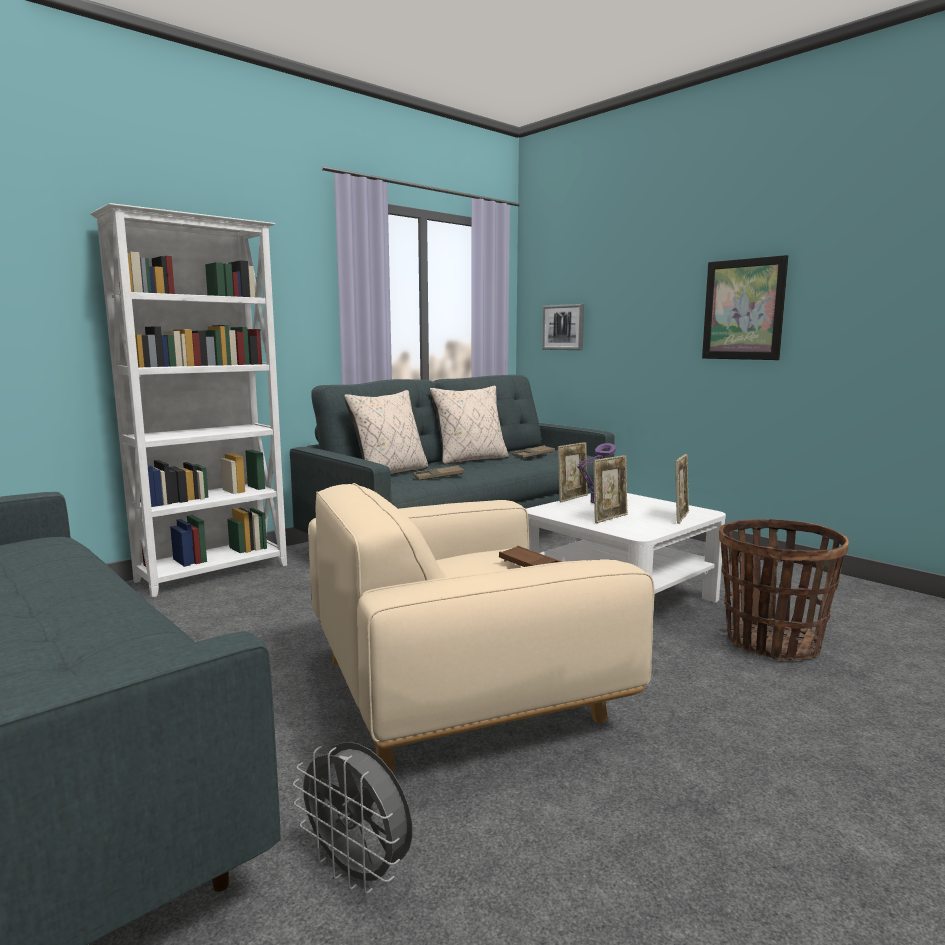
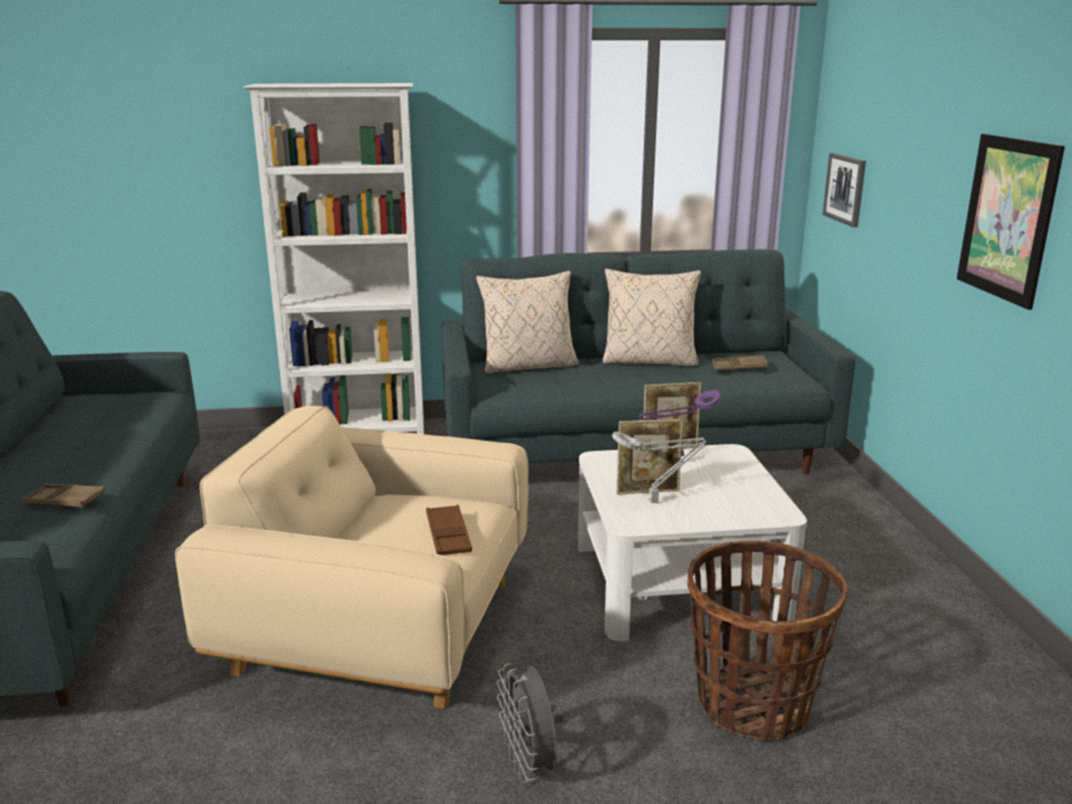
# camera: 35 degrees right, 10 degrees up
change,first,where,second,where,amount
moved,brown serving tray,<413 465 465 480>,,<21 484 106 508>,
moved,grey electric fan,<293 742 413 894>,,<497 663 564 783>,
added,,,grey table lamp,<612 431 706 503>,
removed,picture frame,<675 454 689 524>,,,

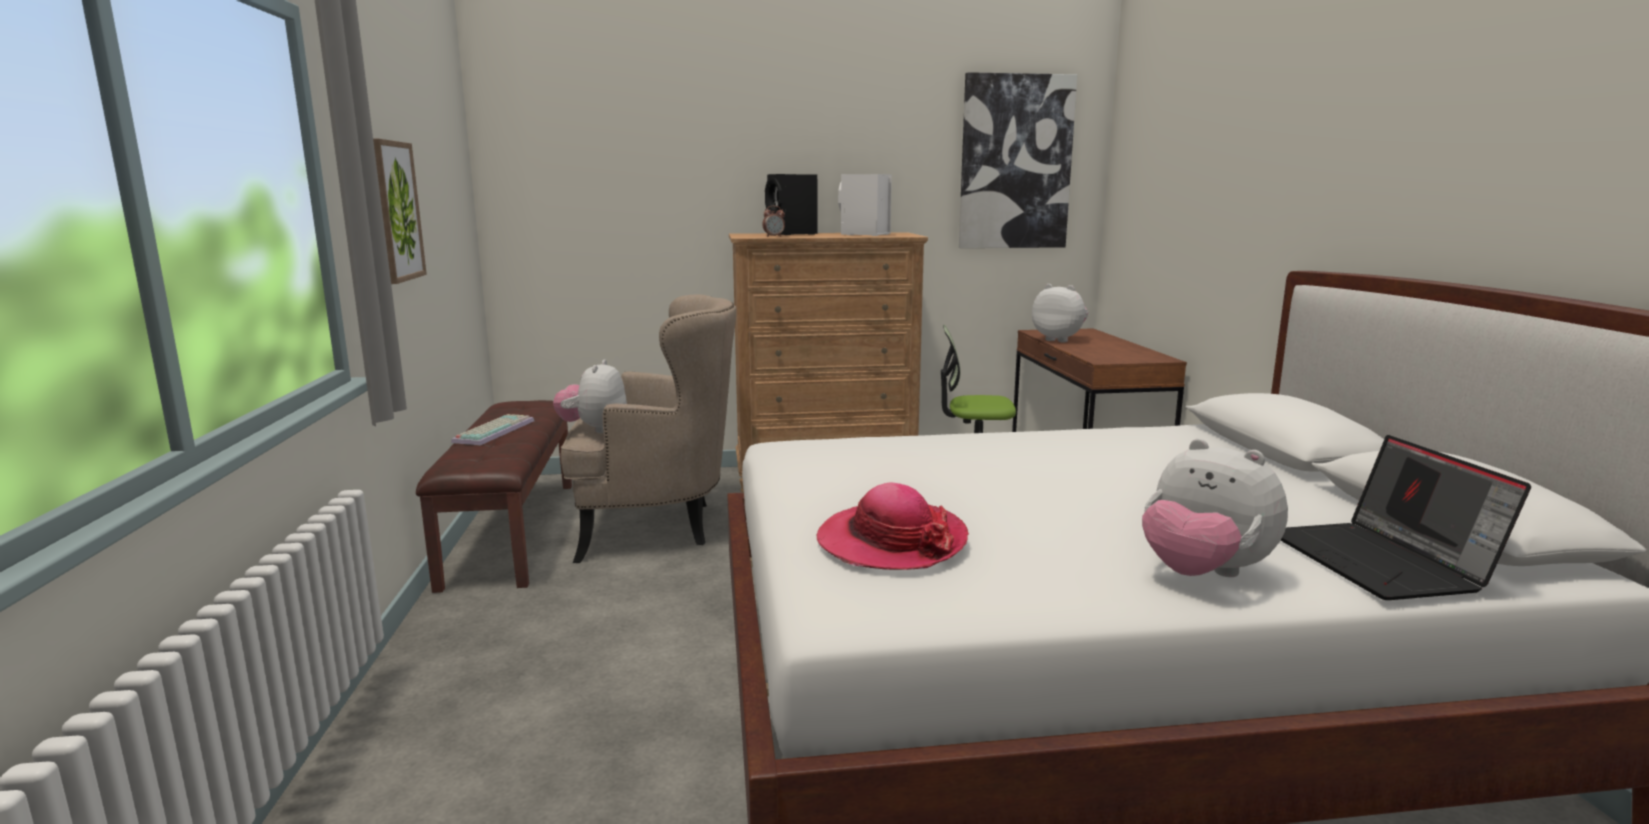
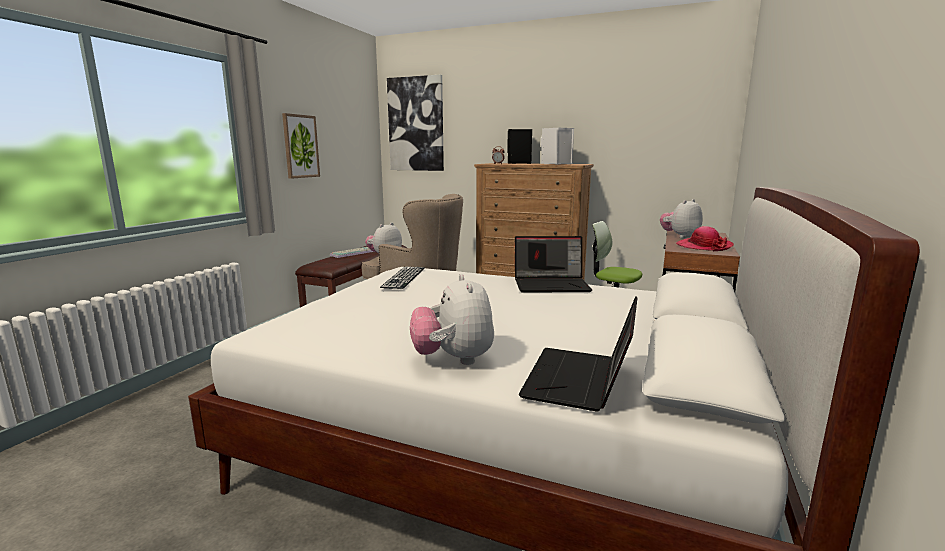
# camera: 30 degrees right, 0 degrees up
change,first,where,second,where,amount
added,,,keyboard,<380 267 425 289>,
moved,picture,<959 72 1077 248>,,<387 75 444 171>,
added,,,portable computer,<515 236 592 292>,
turned,soft toy,<1032 284 1088 342>,,<660 199 703 238>,105 degrees counterclockwise
moved,clothing hat,<817 483 969 570>,,<676 226 734 251>,

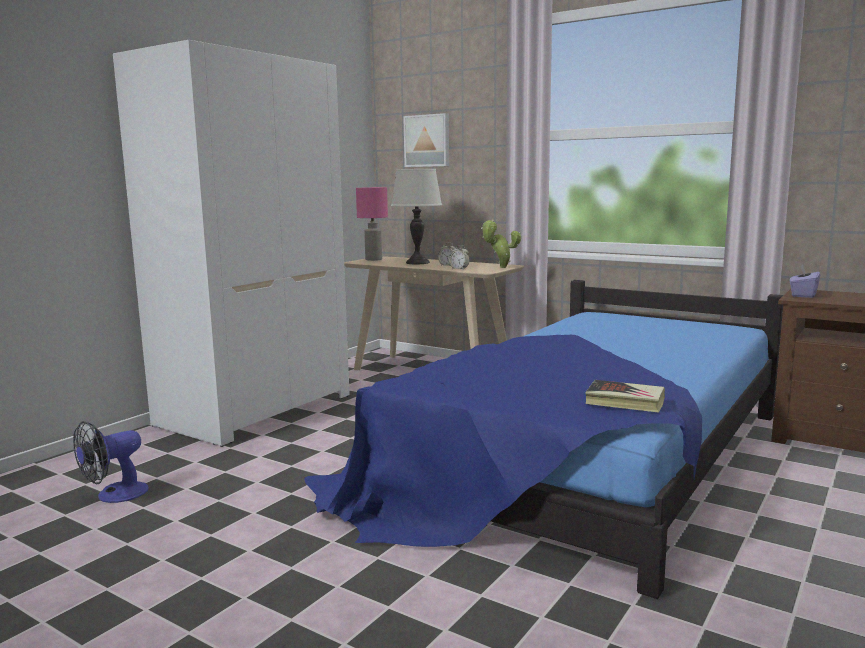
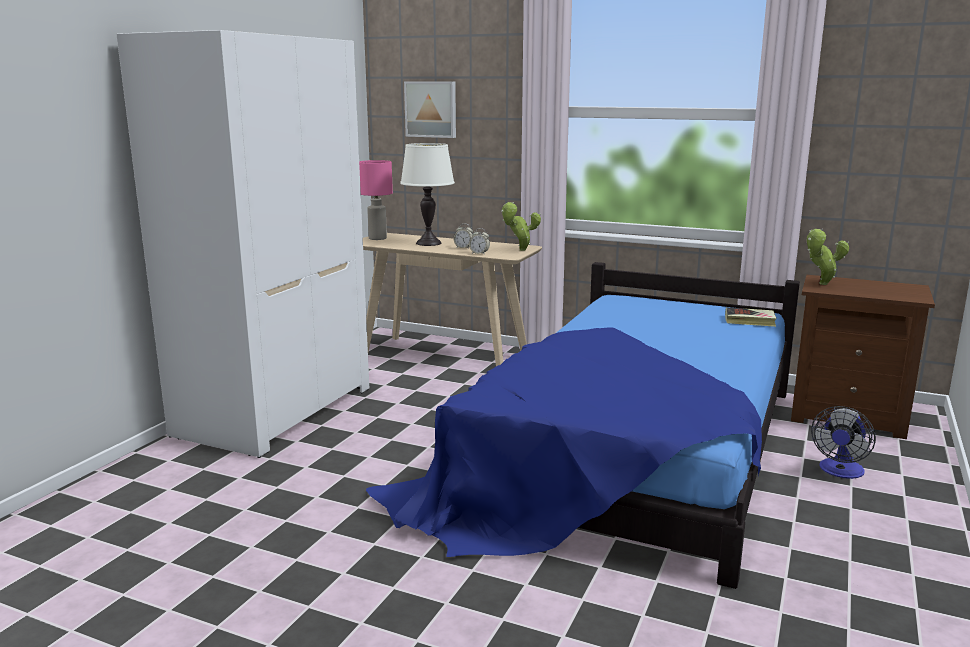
# camera: 10 degrees left, 5 degrees up
change,first,where,second,where,amount
moved,book,<585 380 665 413>,,<725 307 777 327>,
replaced,purple-coloured box of tissues,<790 264 820 298>,potted plant,<807 229 849 285>,
moved,electric fan,<73 421 149 503>,,<811 406 876 479>,

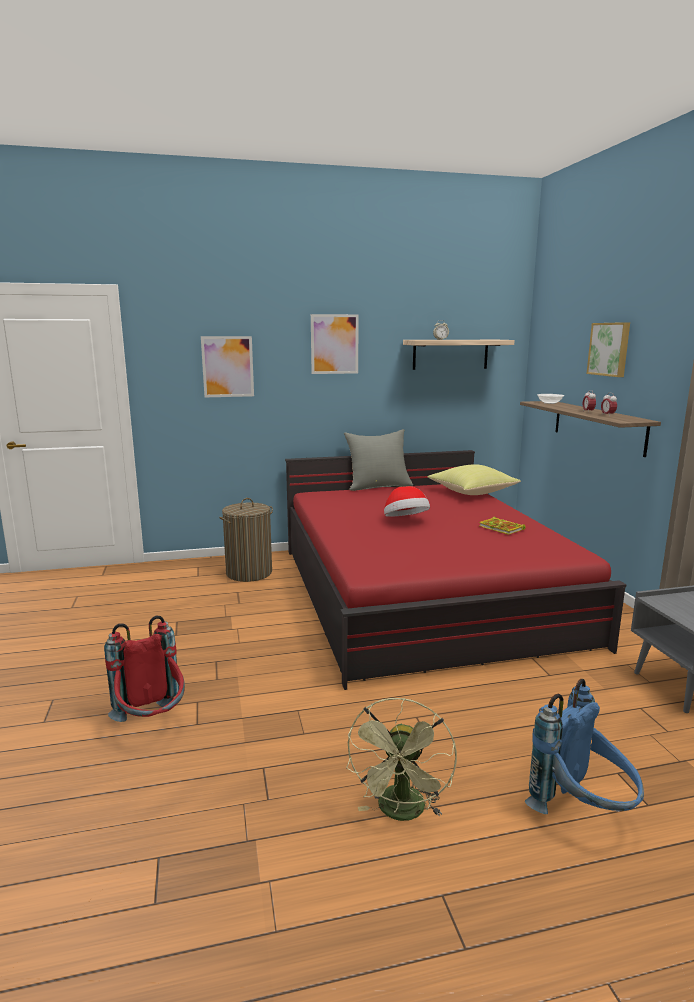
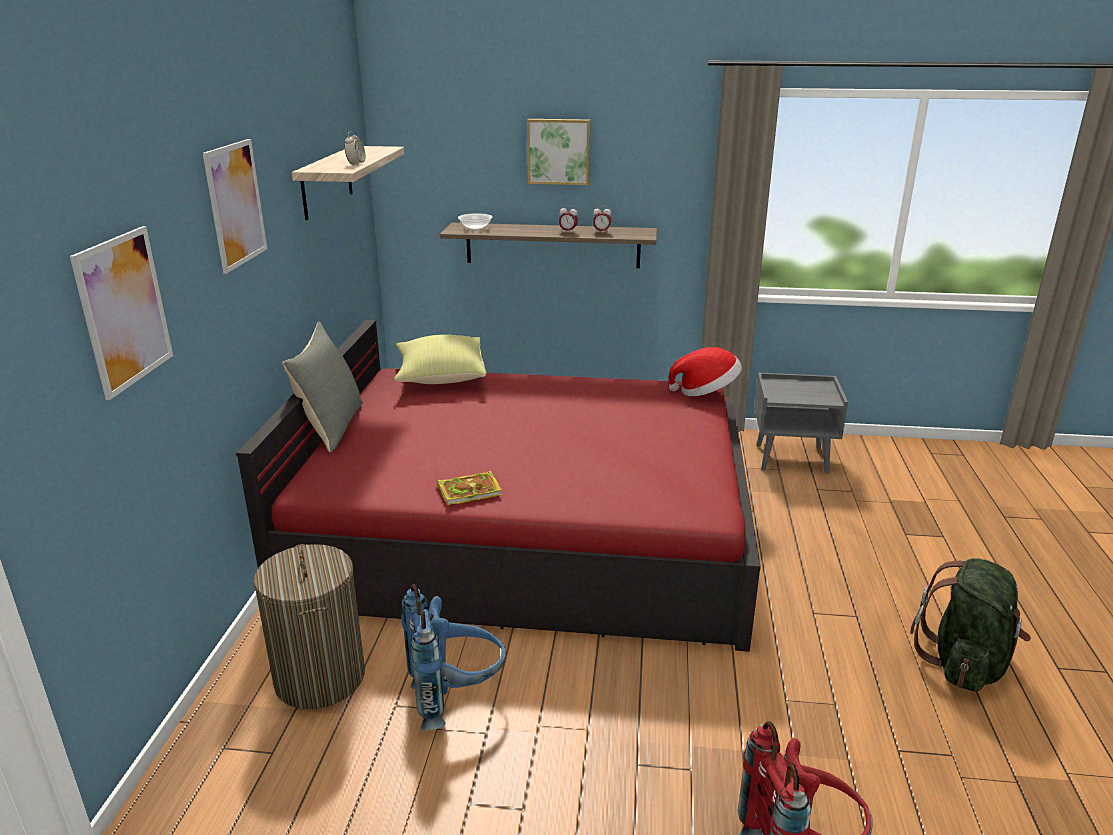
# camera: 70 degrees left, 10 degrees up
change,first,where,second,where,amount
moved,blue-coloured knapsack,<525 679 644 814>,,<401 584 506 730>,
moved,book,<479 517 526 535>,,<437 470 502 505>,
moved,clothing hat,<384 486 430 517>,,<669 347 742 396>,
replaced,green electric fan,<346 698 457 821>,green knapsack,<910 558 1031 691>,

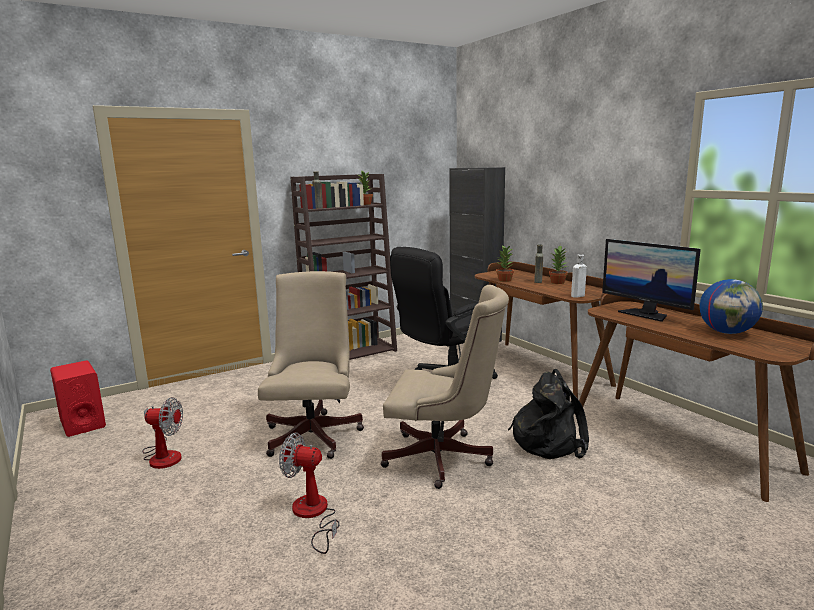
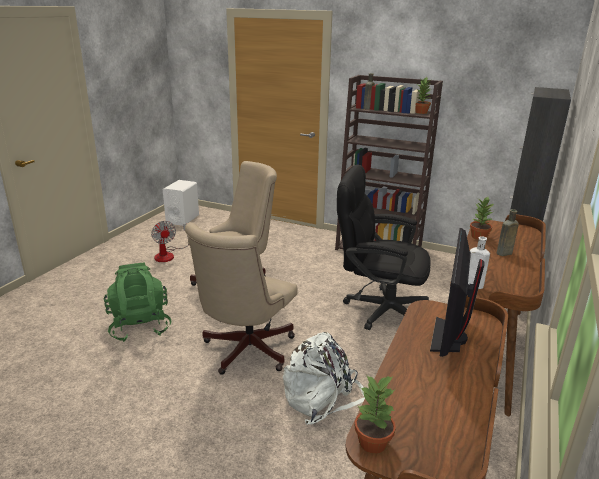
# camera: 55 degrees right, 10 degrees up
change,first,where,second,where,amount
replaced,electric fan,<279 433 340 554>,green knapsack,<104 263 172 342>,
recoloured,reddish audio speaker,<50 360 106 437>,white audio speaker,<163 180 199 226>,
turned,beige-coloured desk chair,<381 285 509 489>,,<185 222 298 375>,45 degrees clockwise
recoloured,blackish knapsack,<508 369 589 459>,white knapsack,<283 332 365 425>,
moved,potted plant,<549 245 568 284>,,<355 376 396 454>,
removed,globe,<699 279 763 334>,,,

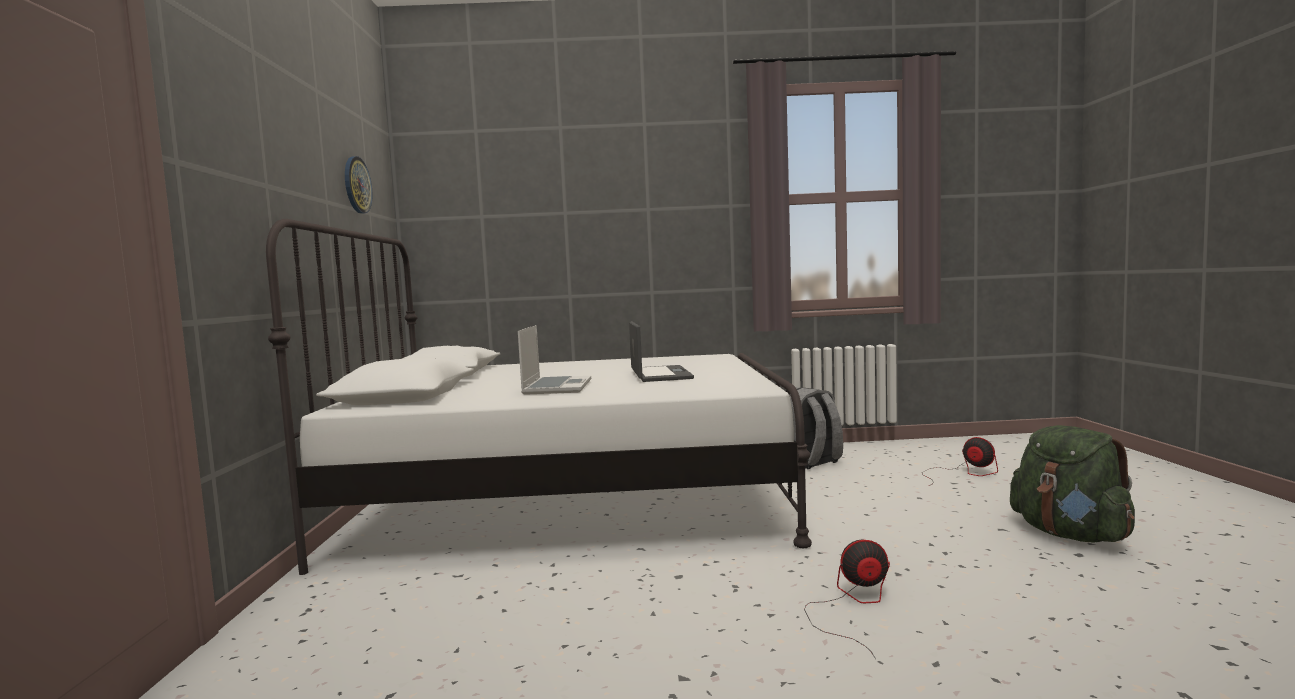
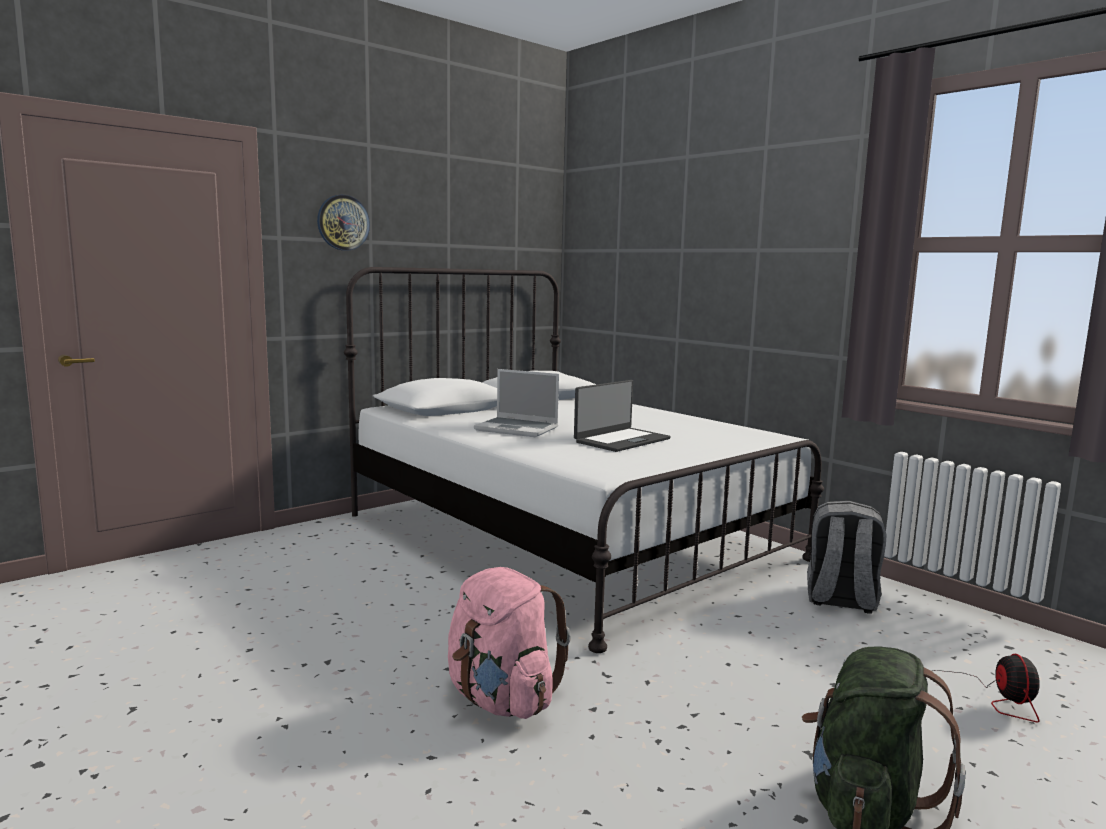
# camera: 50 degrees right, 5 degrees up
change,first,where,second,where,amount
moved,clock on the wall,<345 156 373 214>,,<317 195 370 251>,
replaced,electric fan,<804 539 890 659>,pinkish knapsack,<448 567 571 719>,
turned,portable computer,<518 325 591 395>,,<474 369 559 437>,60 degrees clockwise

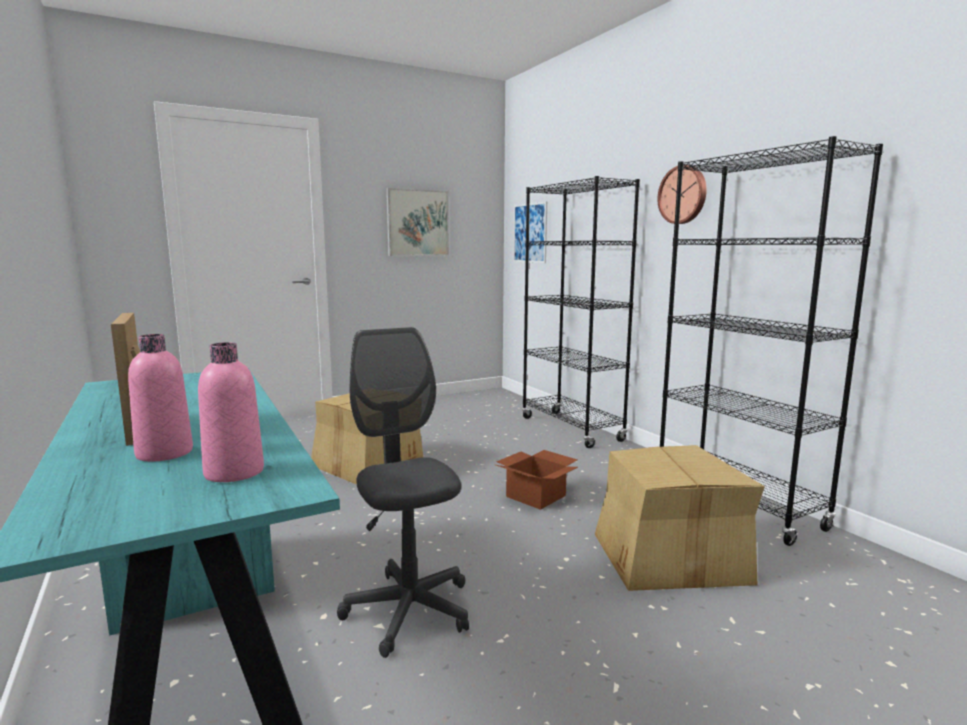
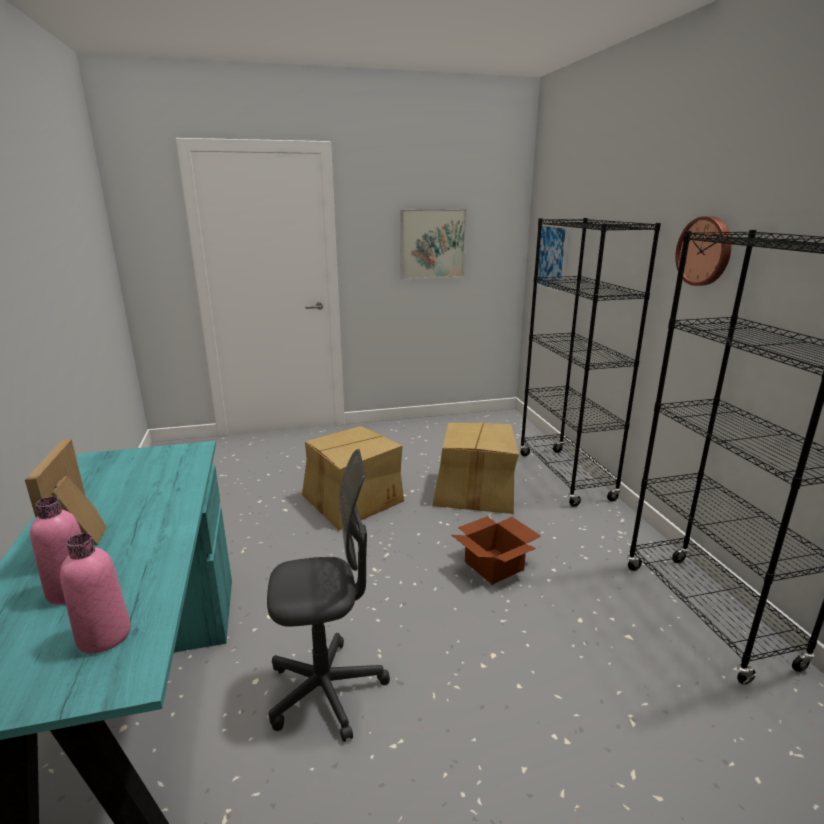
# camera: 15 degrees right, 10 degrees up
change,first,where,second,where,amount
turned,grey desk chair,<337 327 469 658>,,<267 449 390 742>,90 degrees clockwise
moved,packing box,<595 445 765 591>,,<432 423 519 514>,

